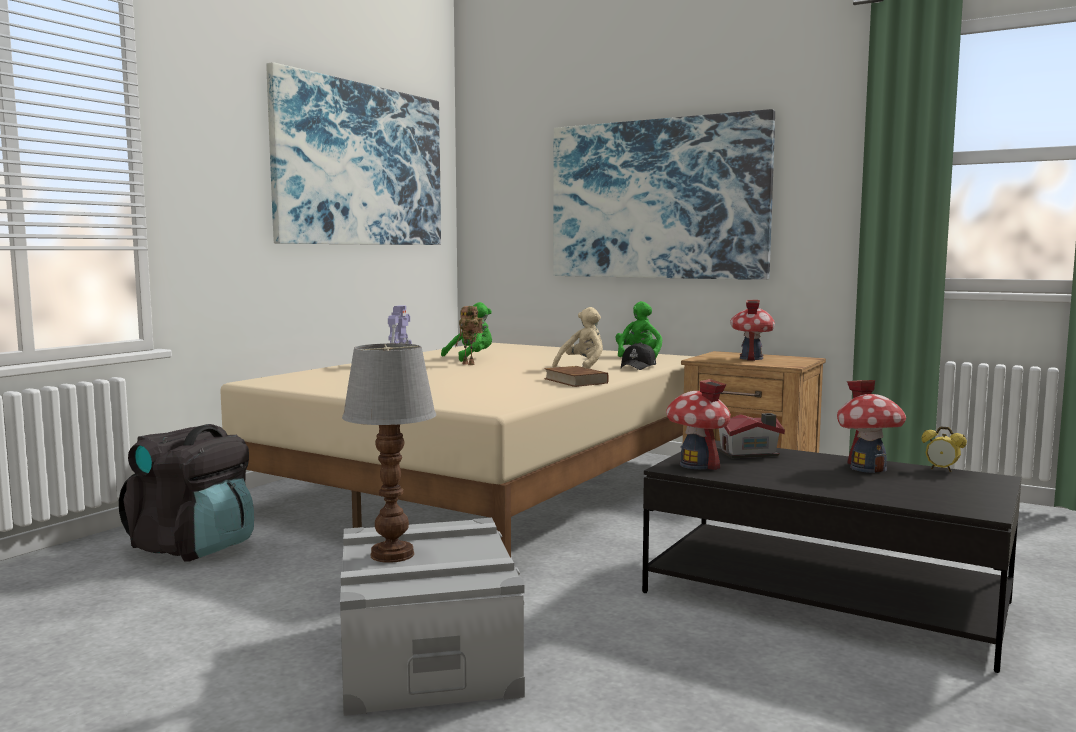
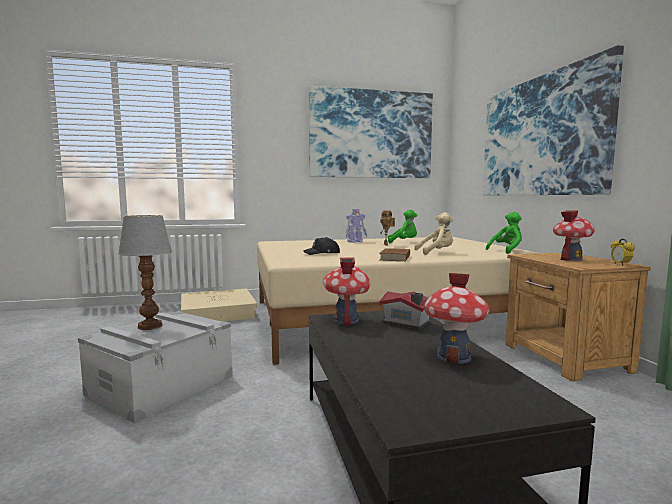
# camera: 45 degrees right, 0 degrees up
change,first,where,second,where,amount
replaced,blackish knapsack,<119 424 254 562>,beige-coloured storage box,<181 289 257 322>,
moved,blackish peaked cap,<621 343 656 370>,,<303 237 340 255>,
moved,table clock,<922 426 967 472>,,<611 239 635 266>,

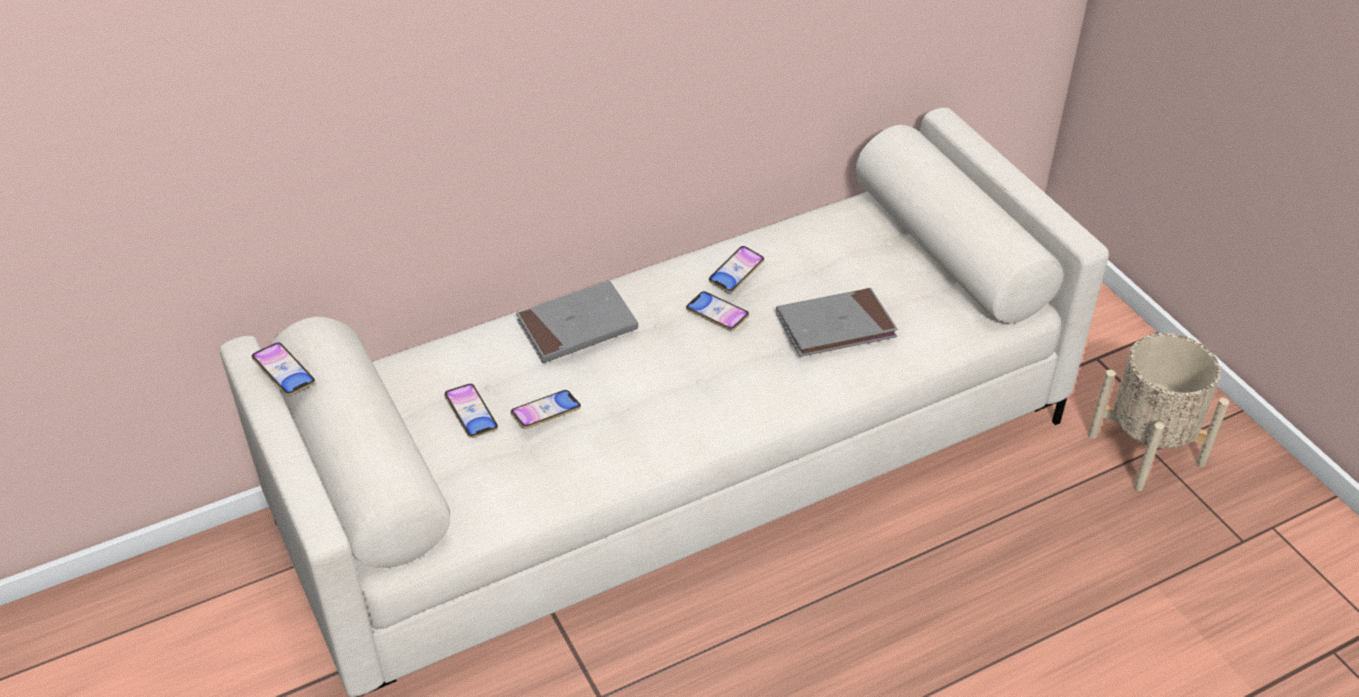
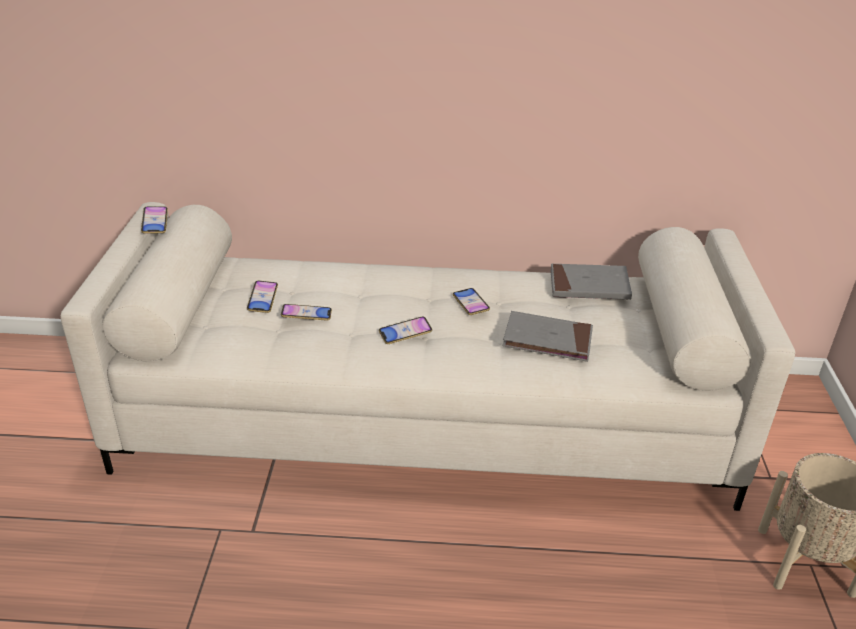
# camera: 30 degrees right, 10 degrees down
change,first,where,second,where,amount
moved,handset,<709 246 764 293>,,<379 317 432 344>,
moved,grey book,<516 280 638 363>,,<550 264 632 300>,

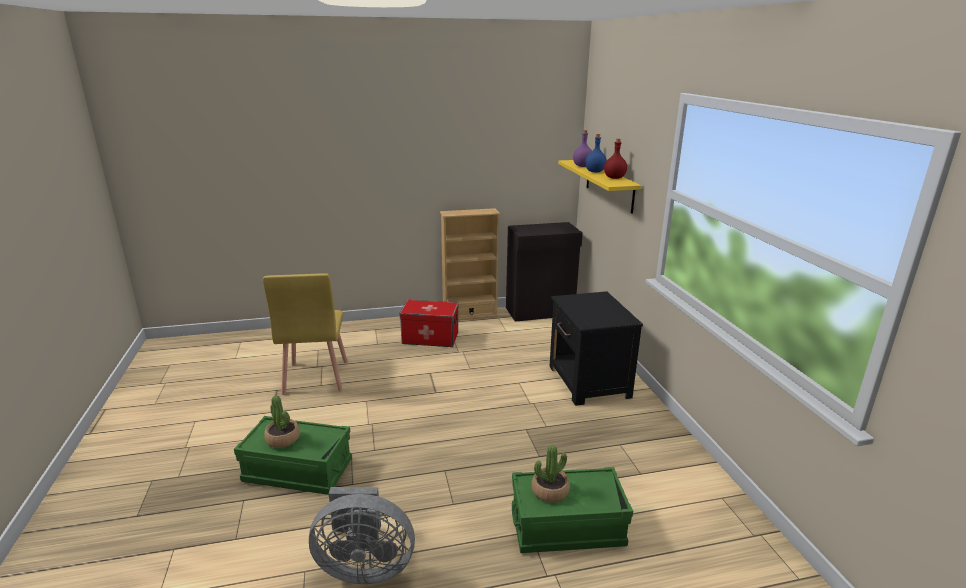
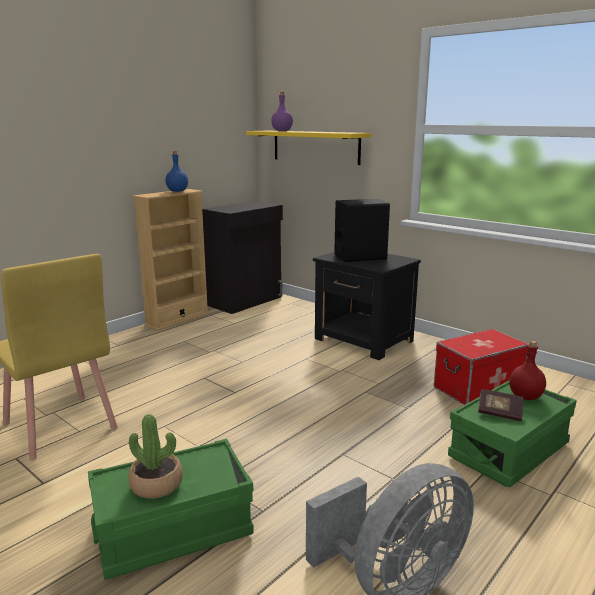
# camera: 35 degrees left, 5 degrees down
change,first,where,second,where,amount
moved,blue-coloured beverage bottle,<585 134 607 172>,,<166 151 188 192>,
added,,,blackish audio speaker,<334 199 390 262>,
moved,storage box,<399 300 459 347>,,<434 329 530 405>,
replaced,potted plant,<532 445 570 503>,book,<478 389 523 421>,
moved,reddish beverage bottle,<604 139 627 179>,,<509 341 546 400>,

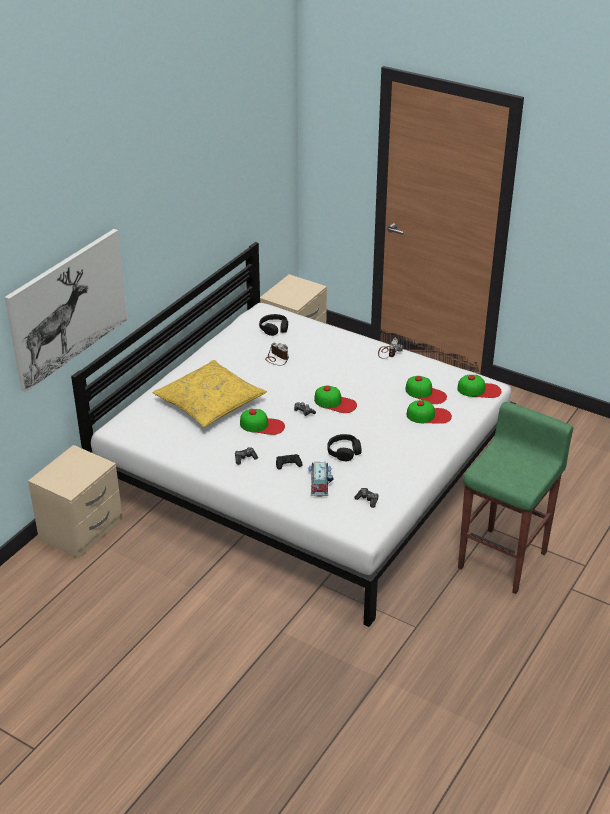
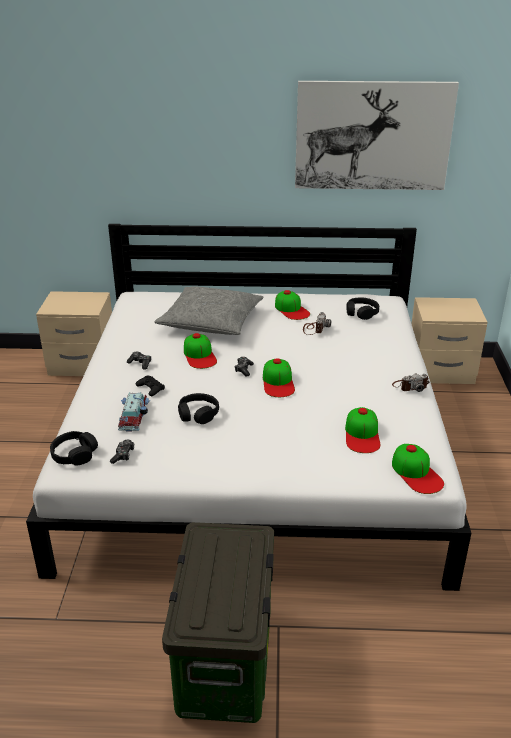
# camera: 60 degrees right, 5 degrees down
change,first,where,second,where,amount
added,,,blackish headphones,<50 431 98 466>,
turned,model car,<308 461 333 497>,,<118 392 150 431>,60 degrees counterclockwise
recoloured,yellow-coloured throw pillow,<153 360 267 427>,grey throw pillow,<154 286 264 335>,
replaced,green stool seat,<458 402 573 594>,storage box,<162 522 274 723>,
moved,peaked cap,<407 400 452 424>,,<275 290 310 320>,
moved,picture,<5 229 128 393>,,<295 81 459 190>,

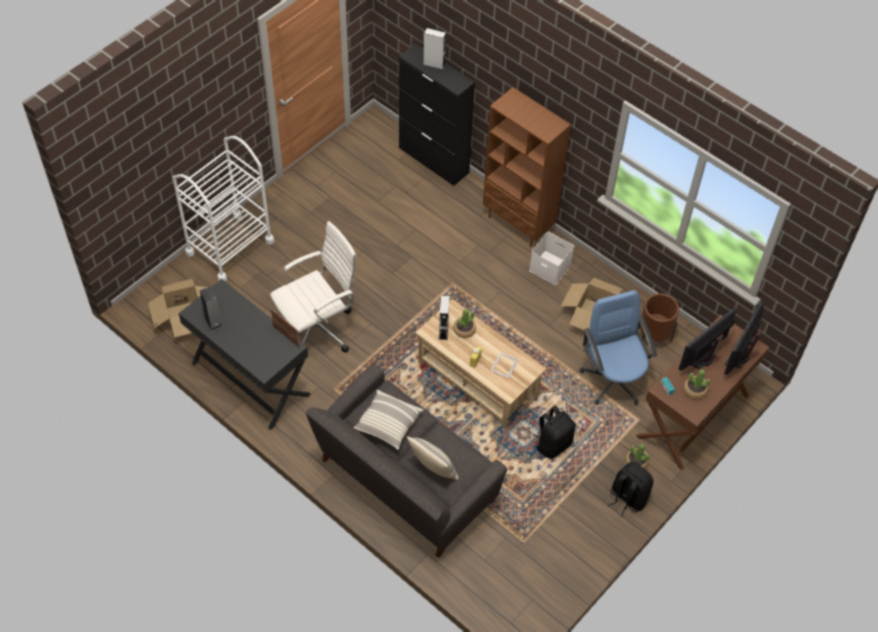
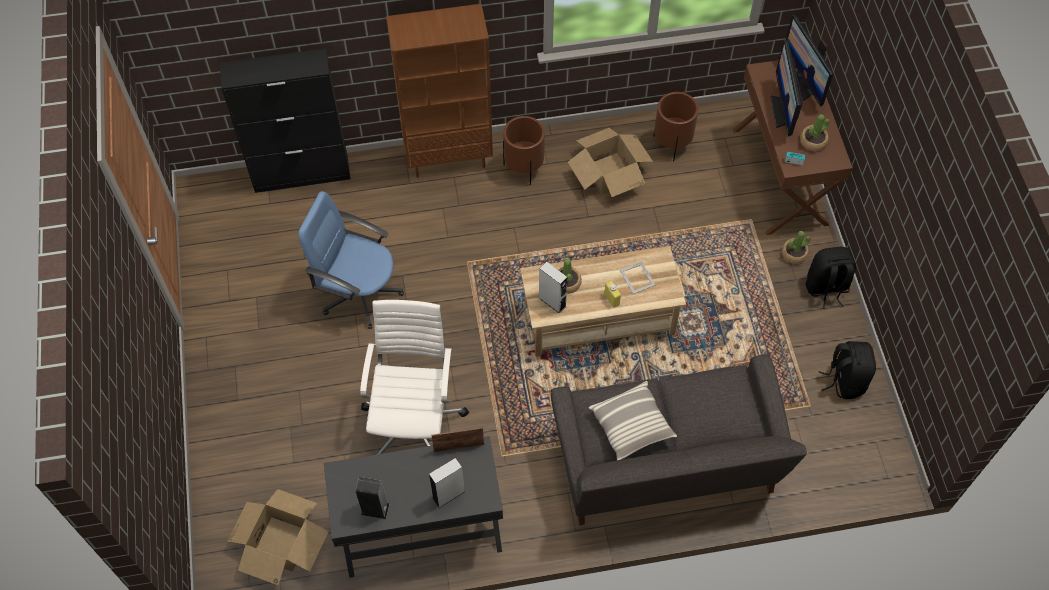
# camera: 50 degrees left, 5 degrees up
change,first,where,second,where,amount
moved,blue-coloured desk chair,<579 290 657 405>,,<299 191 404 329>,
moved,grey audio speaker,<423 28 446 70>,,<429 458 465 508>,
replaced,white storage box,<529 232 574 285>,brown planter,<503 116 545 185>,
moved,blackish knapsack,<533 406 576 459>,,<818 341 876 399>,
removed,white trolley,<172 136 274 282>,,,
removed,throw pillow,<407 436 459 480>,,,

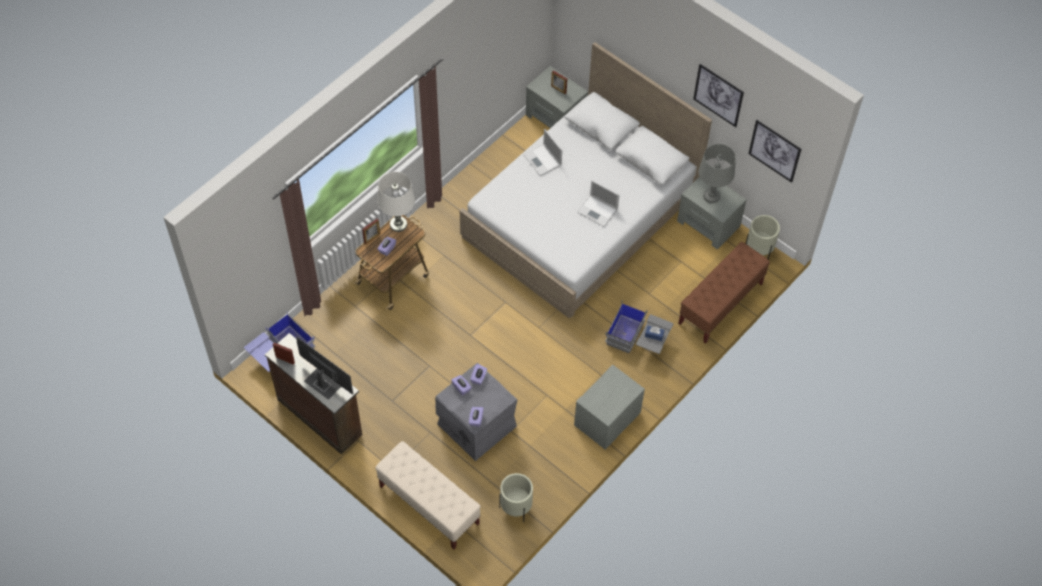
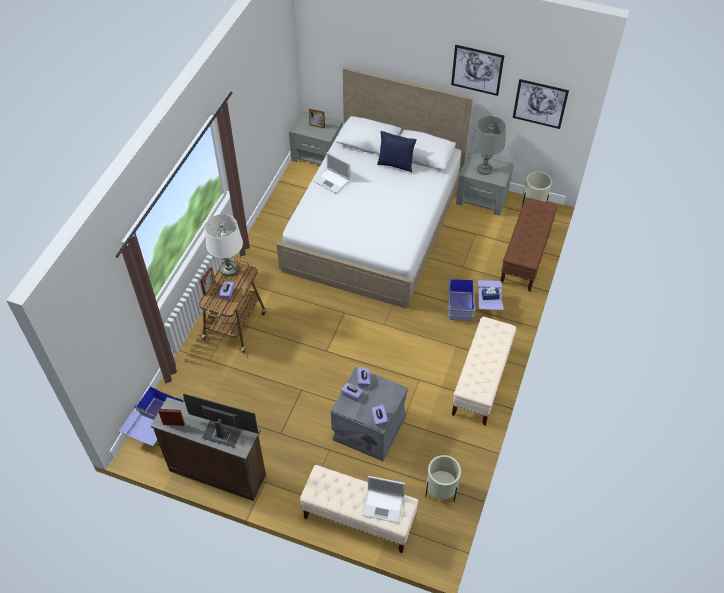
# camera: 20 degrees left, 5 degrees down
change,first,where,second,where,amount
moved,portable computer,<577 180 620 227>,,<362 476 405 523>,
added,,,blue-coloured throw pillow,<377 131 417 172>,
recoloured,grey storage box,<605 301 673 354>,blue-coloured storage box,<448 276 503 321>,
replaced,grey bedside table,<574 365 645 450>,beige-coloured bench,<452 317 516 426>,

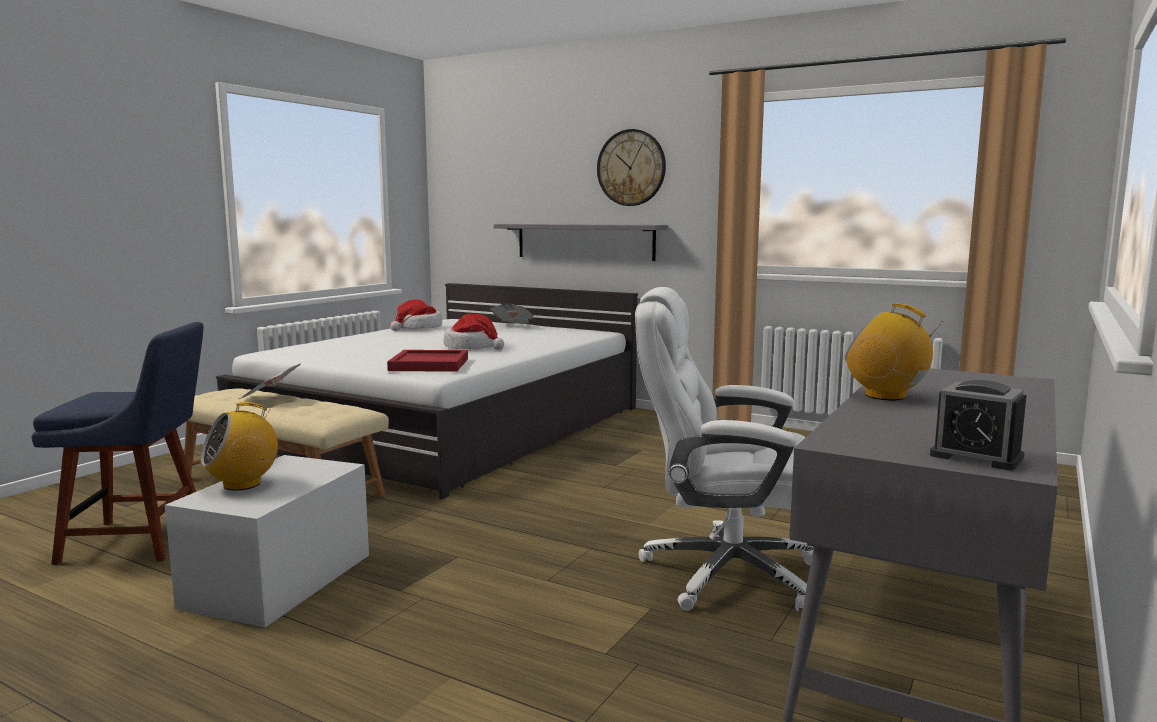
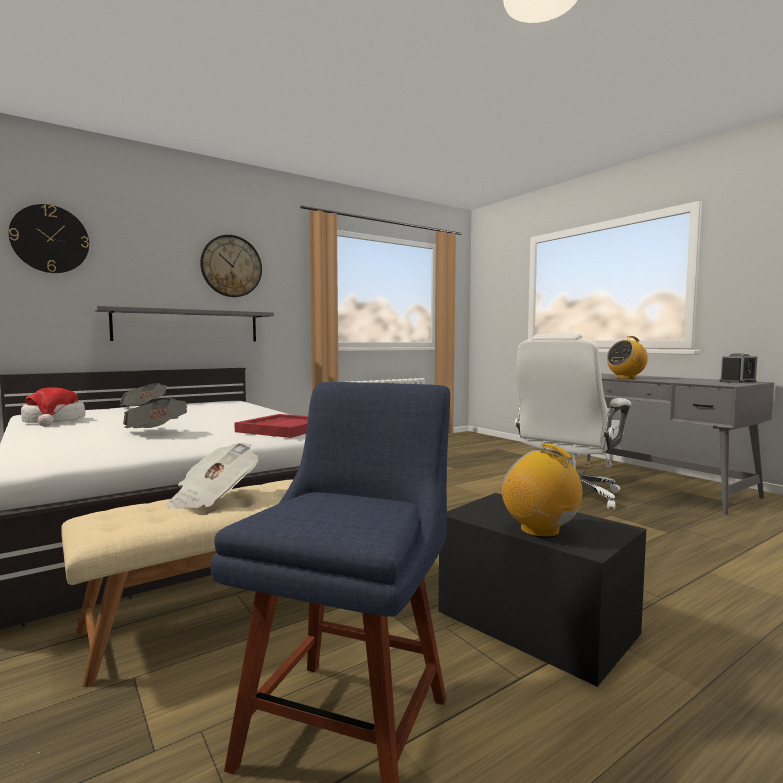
# camera: 65 degrees left, 5 degrees down
change,first,where,second,where,amount
added,,,clock on the wall,<9 204 89 273>,
added,,,printed paper,<123 398 187 428>,
recoloured,white storage box,<165 455 369 628>,blackish storage box,<438 493 646 687>,
turned,radio set,<201 402 278 491>,,<501 443 592 538>,150 degrees clockwise
removed,clothing hat,<443 314 504 350>,,,

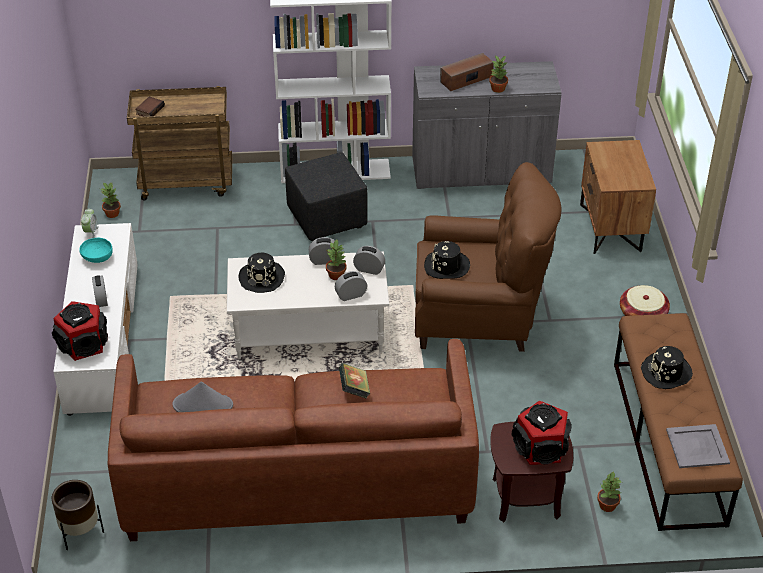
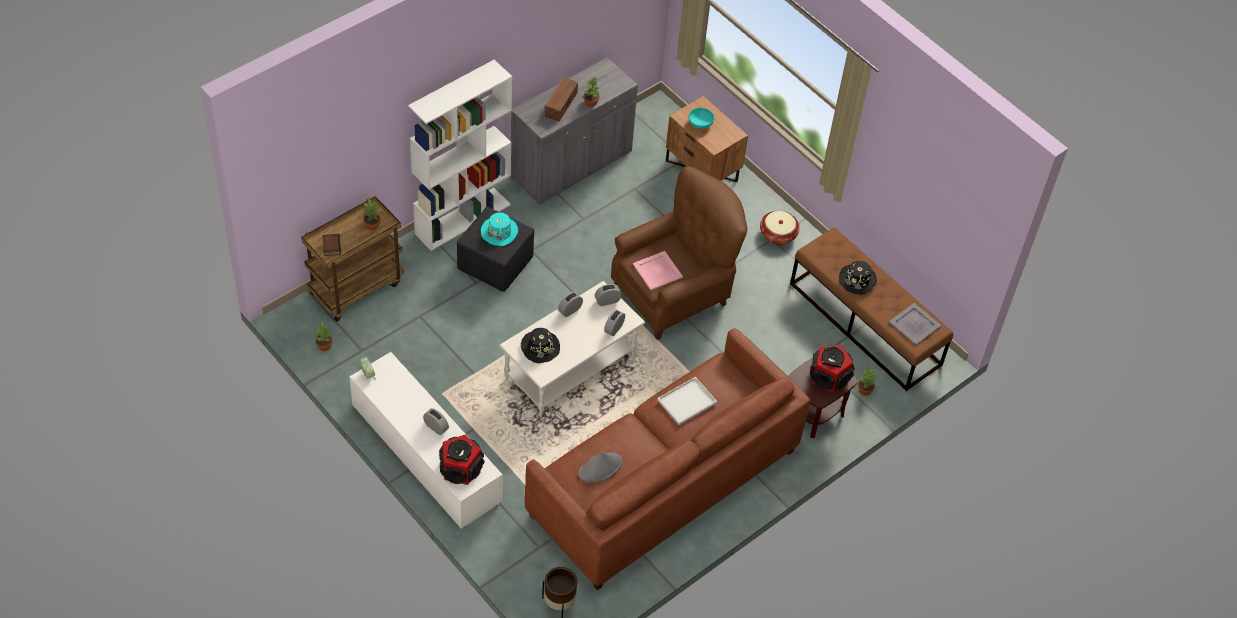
# camera: 40 degrees left, 10 degrees up
change,first,where,second,where,amount
moved,potted plant,<326 240 346 280>,,<363 200 380 230>,
added,,,turquoise-coloured clothing hat,<481 212 518 246>,
replaced,blackish clothing hat,<424 241 470 279>,pinkish serving tray,<633 251 683 290>,
replaced,book,<339 363 371 399>,white serving tray,<657 377 717 425>,
moved,turquoise-coloured deep dish,<79 238 113 263>,,<688 108 714 129>,

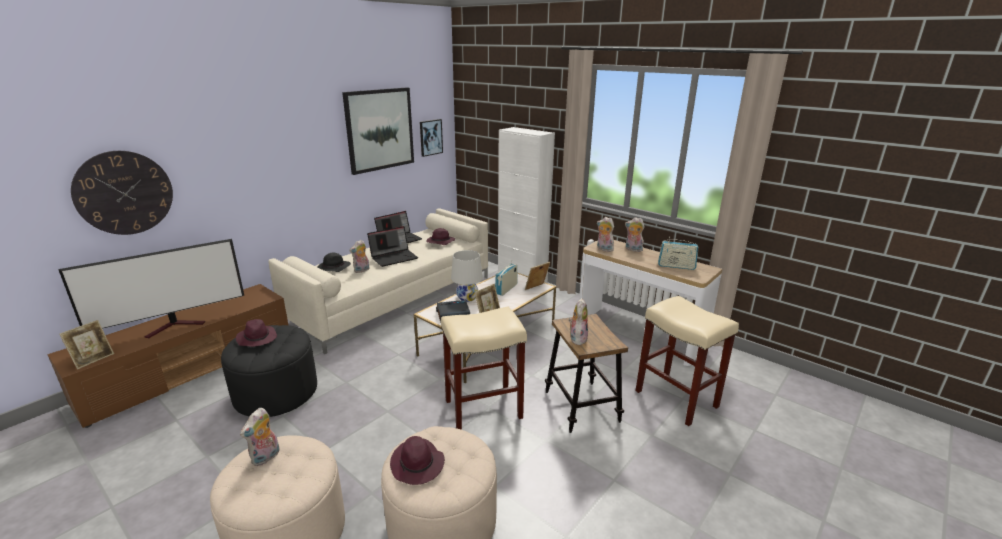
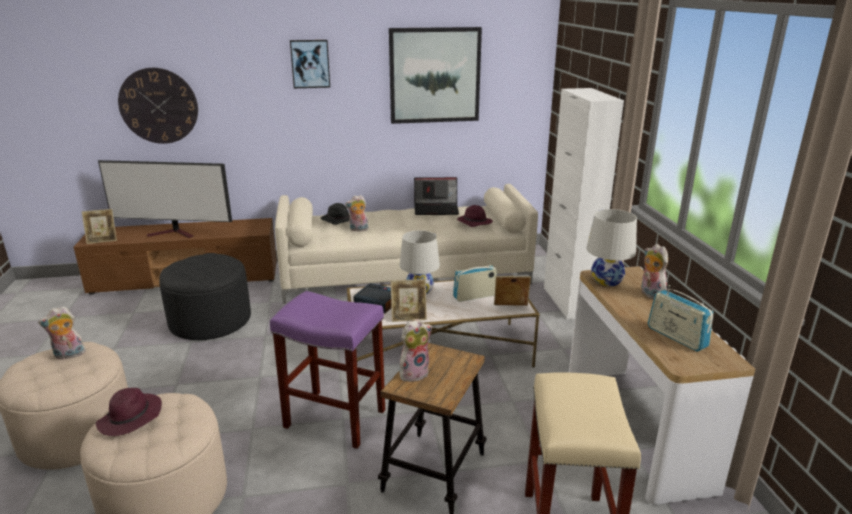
# camera: 40 degrees right, 0 degrees up
change,first,where,second,where,amount
recoloured,beige-coloured stool seat,<441 307 527 430>,purple-coloured stool seat,<270 291 385 449>,
moved,picture,<420 119 443 157>,,<290 40 330 88>,
replaced,soft toy,<597 217 614 252>,white table lamp,<586 209 637 286>,
removed,purple-coloured clothing hat,<236 319 277 347>,,,
removed,portable computer,<367 226 418 267>,,,

